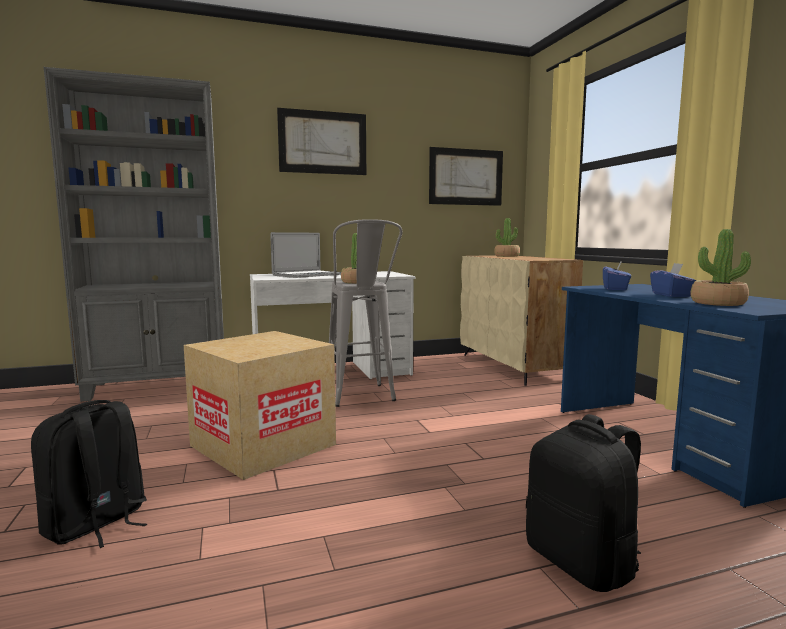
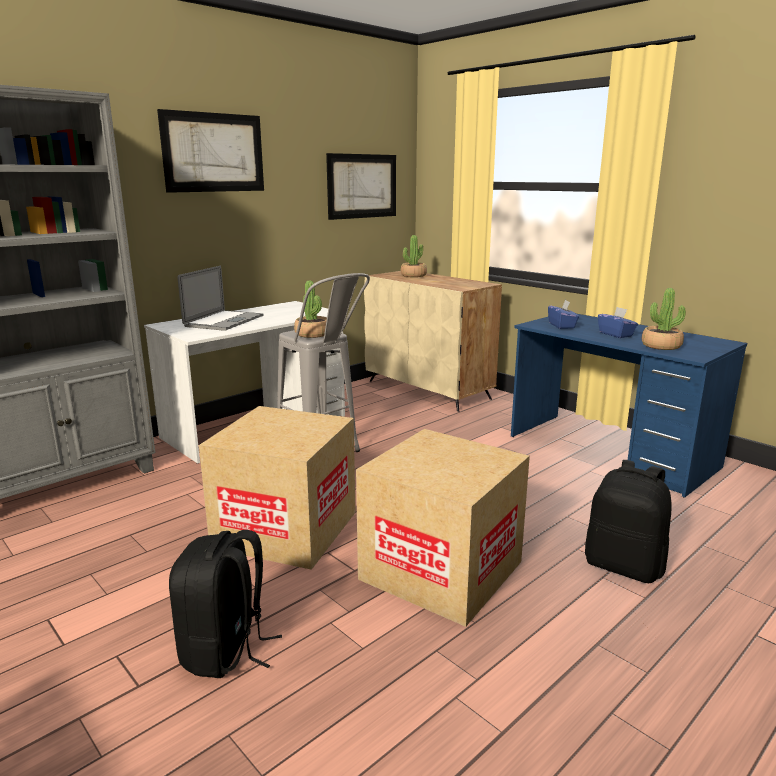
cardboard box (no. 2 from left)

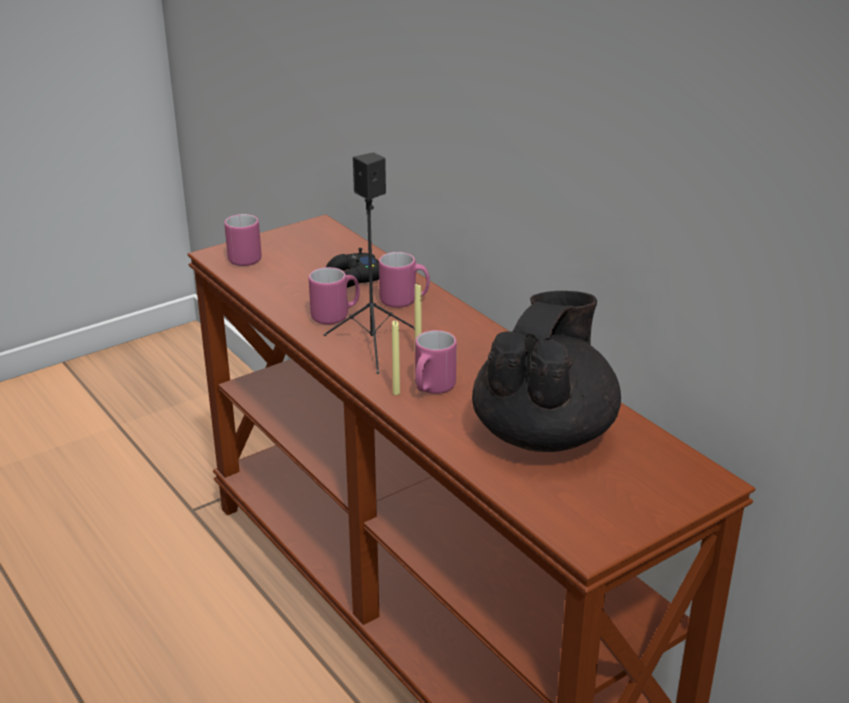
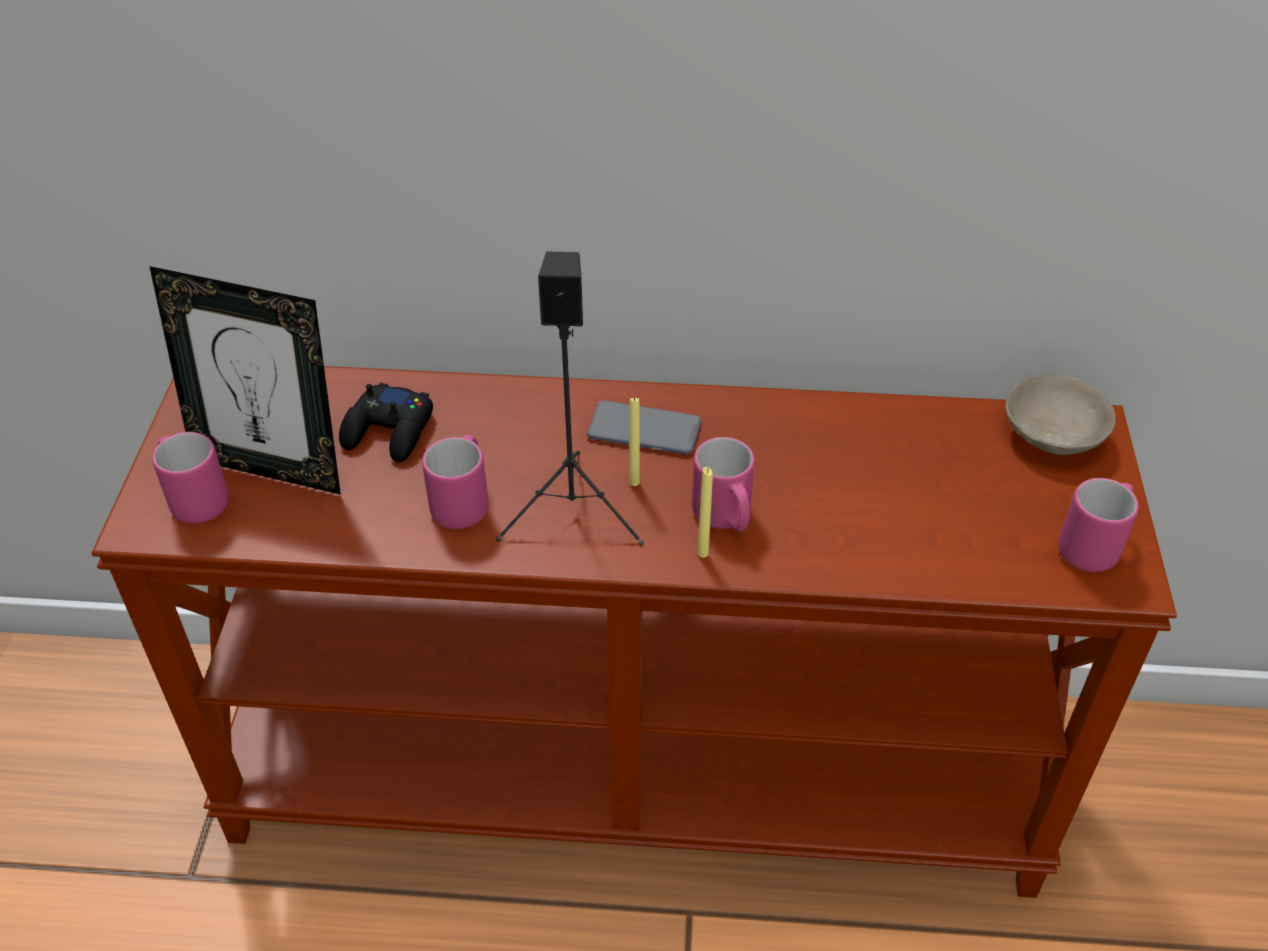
mug in pink (no. 4 from left); teapot in black; picture frame; bowl in beige; phone

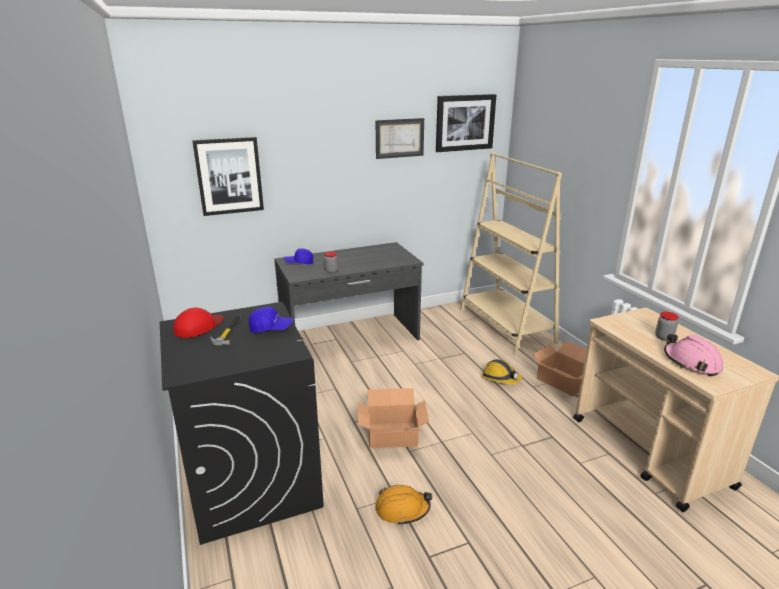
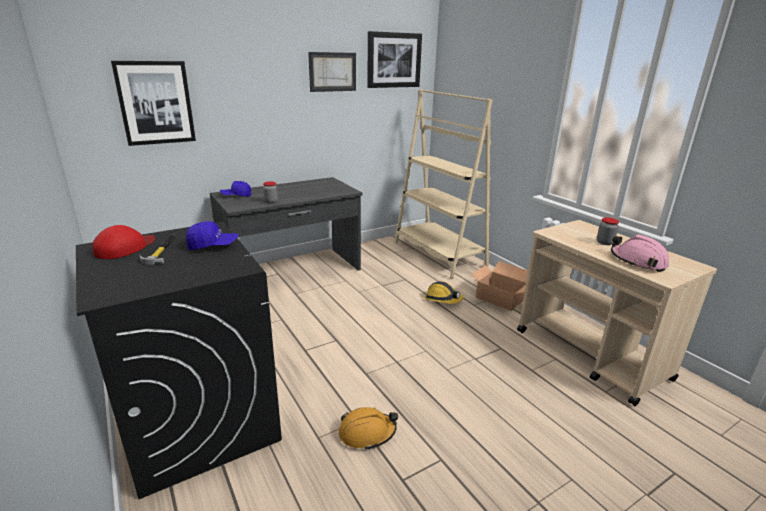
cardboard box (no. 1 from left in the first image)

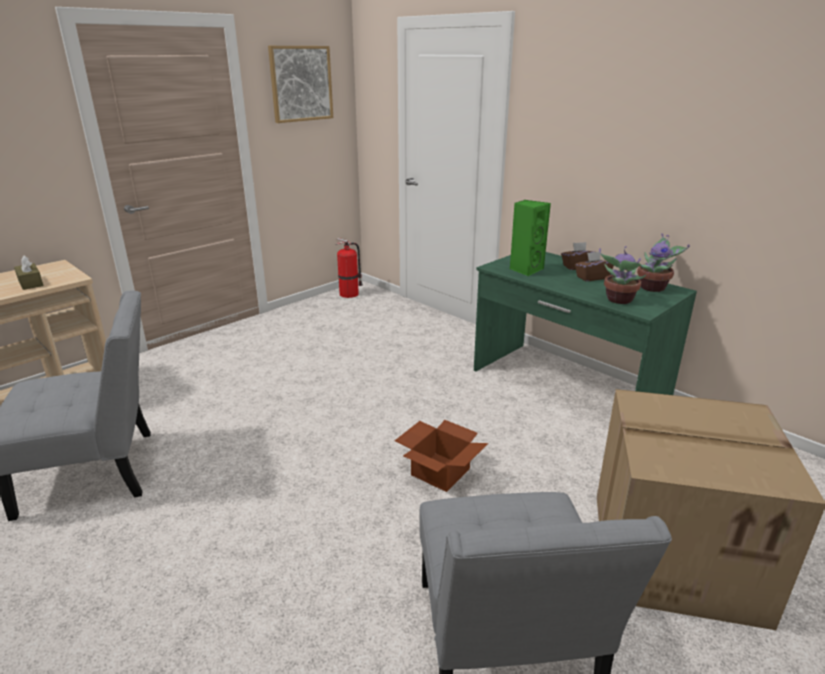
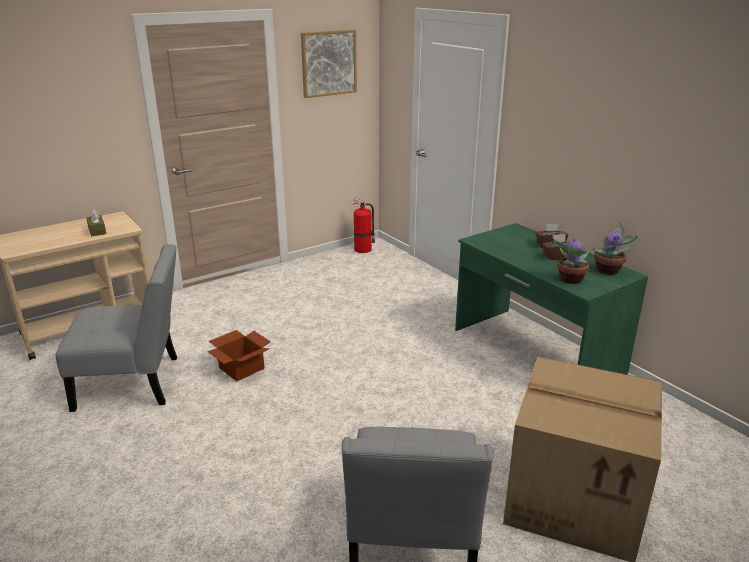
speaker in green; cardboard box (no. 1 from left)

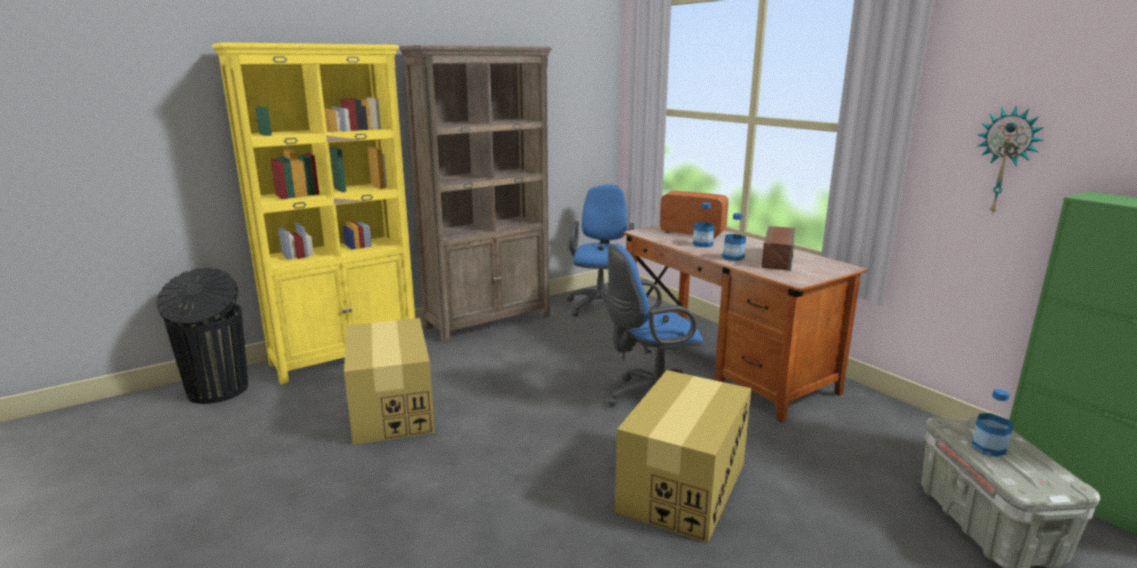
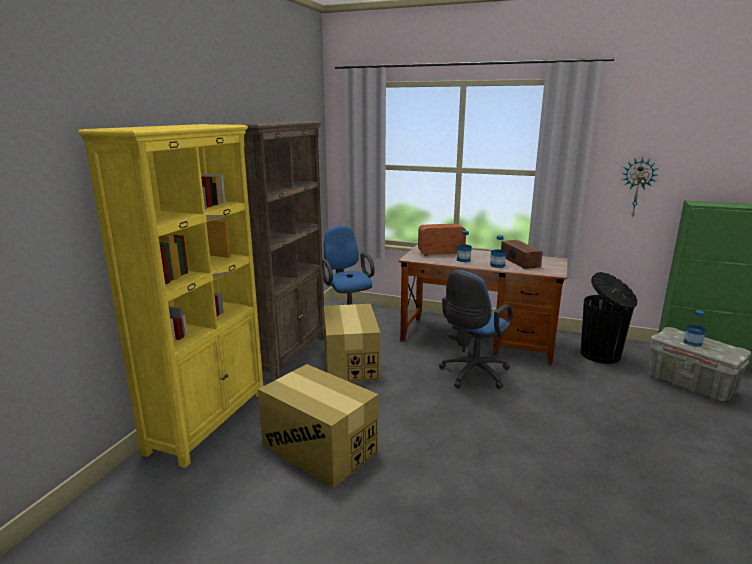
trash can in black; cardboard box (no. 2 from left)

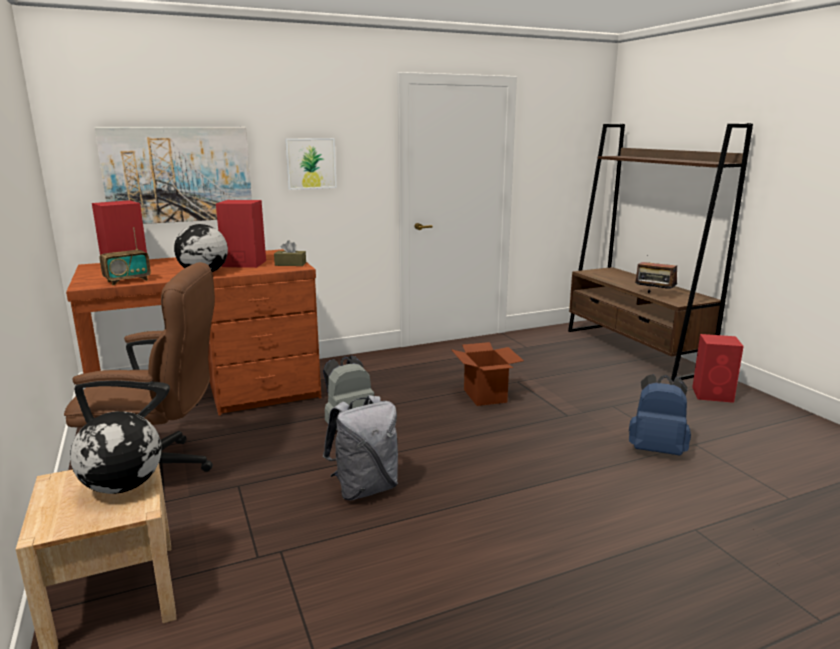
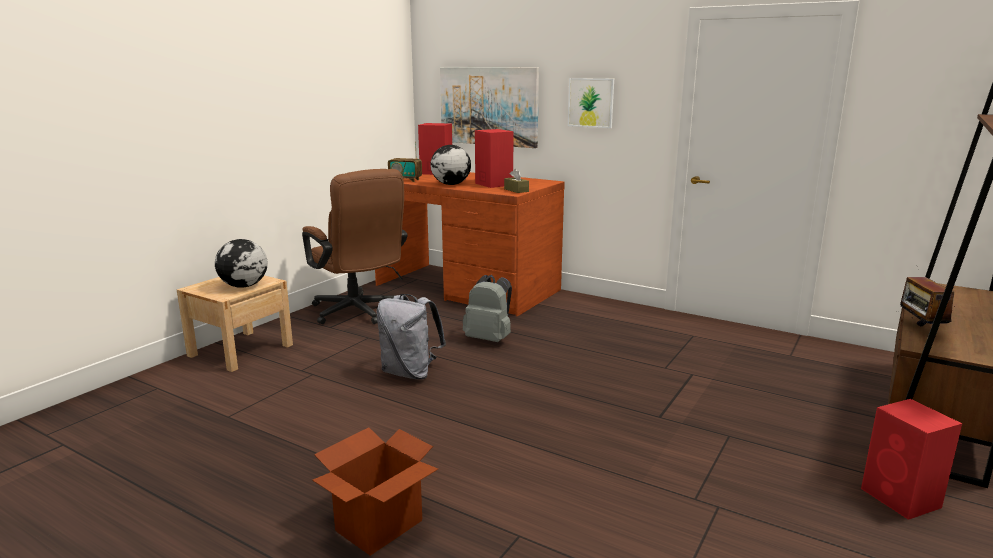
cardboard box; backpack in blue

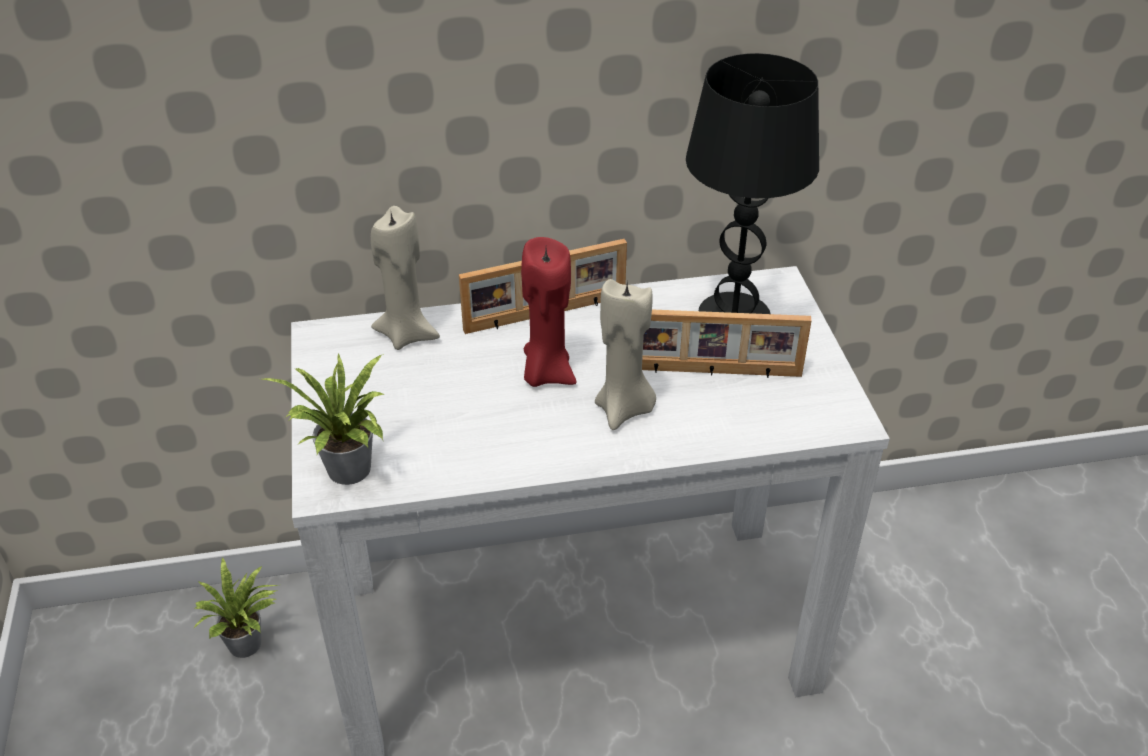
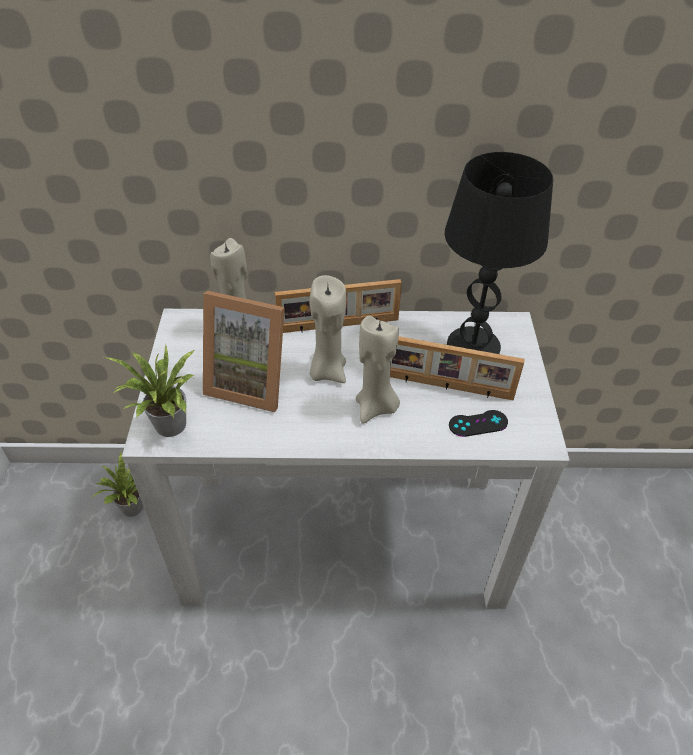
candle in beige (no. 2 from left); picture frame (no. 1 from left); game controller in black

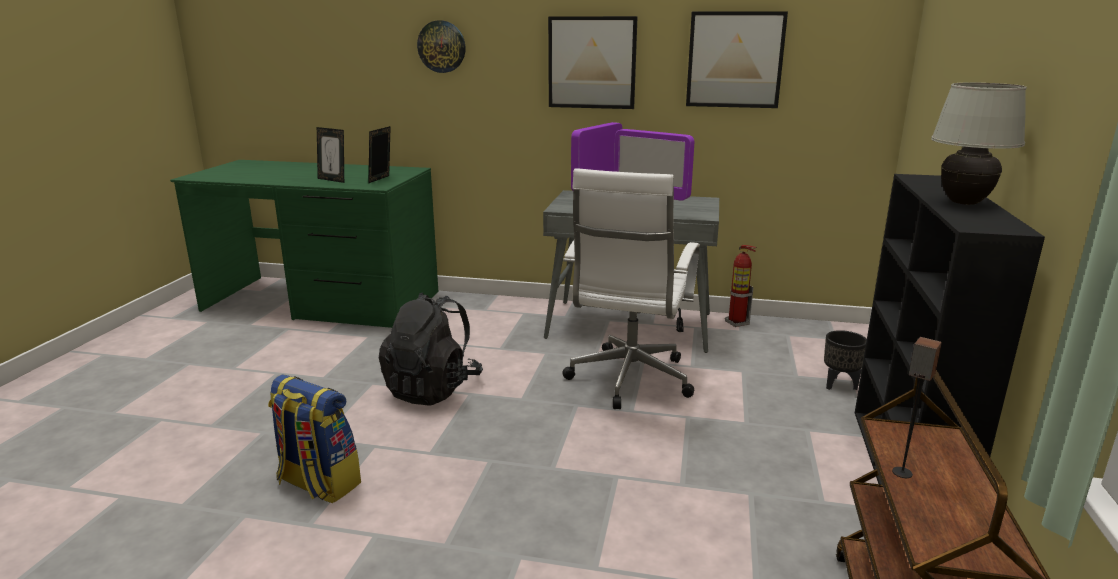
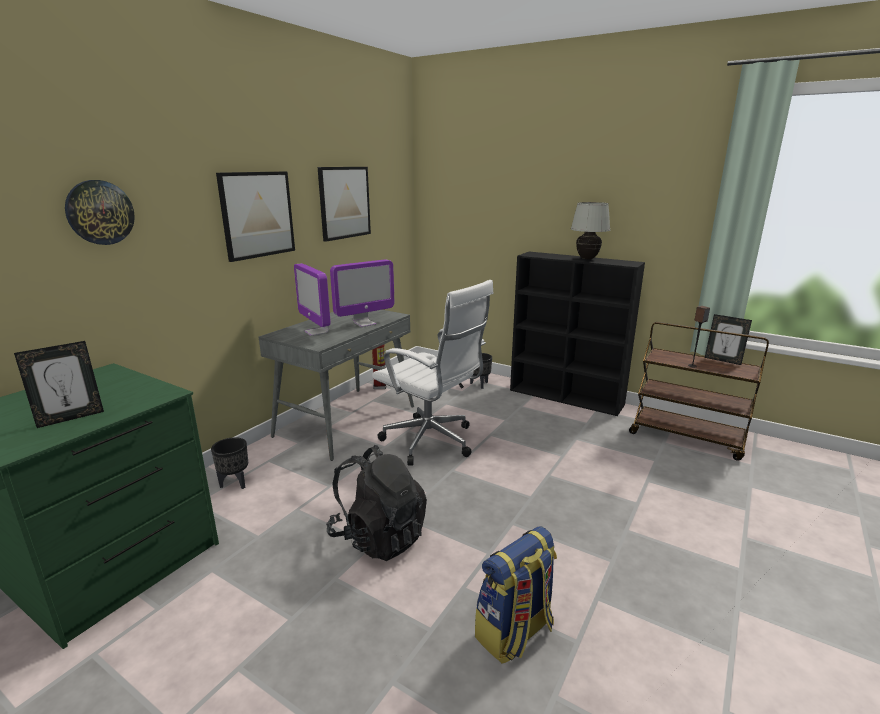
picture frame (no. 2 from left); planter in black (no. 1 from left)

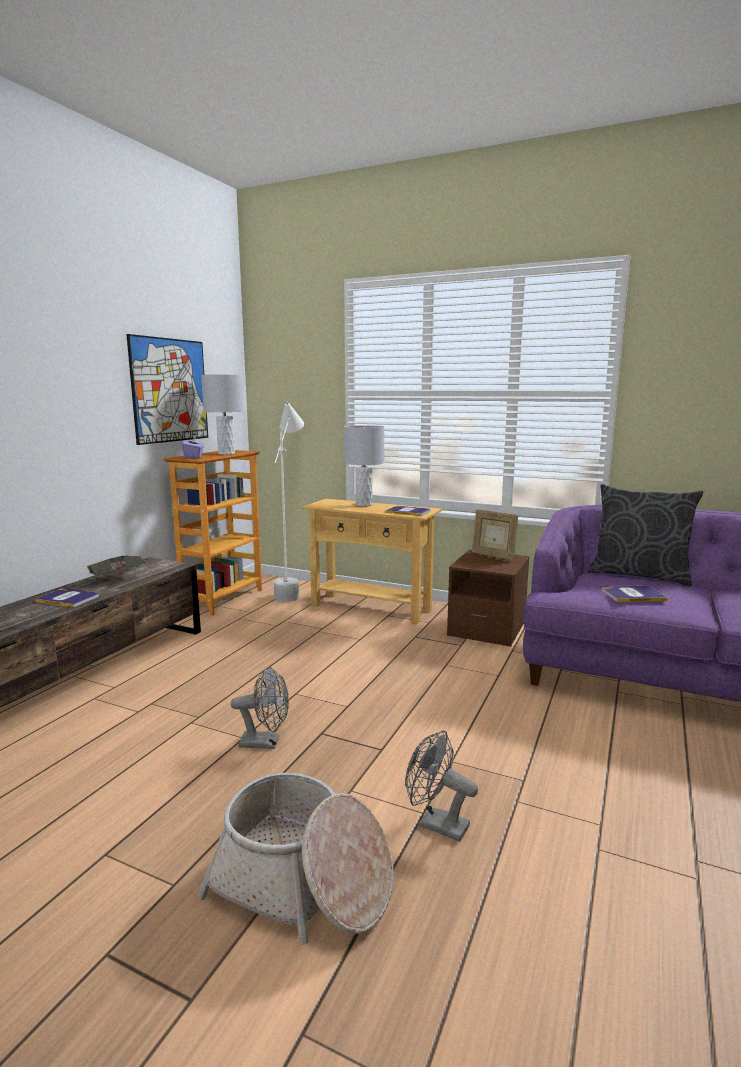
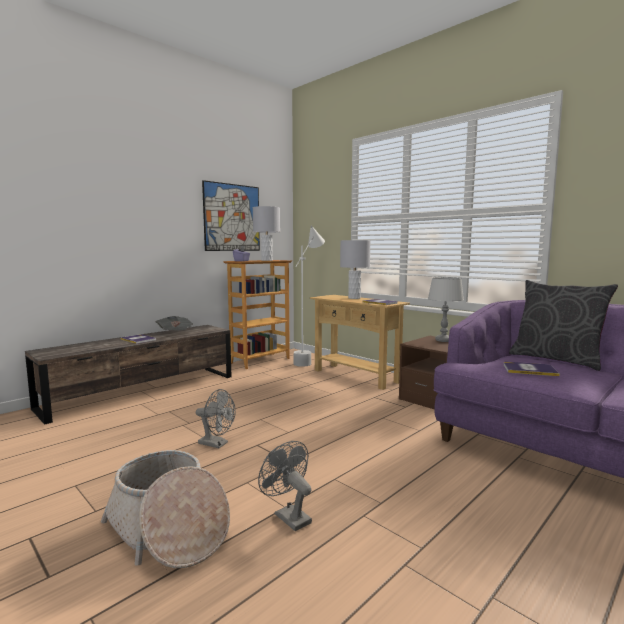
table lamp in grey (no. 3 from left)

